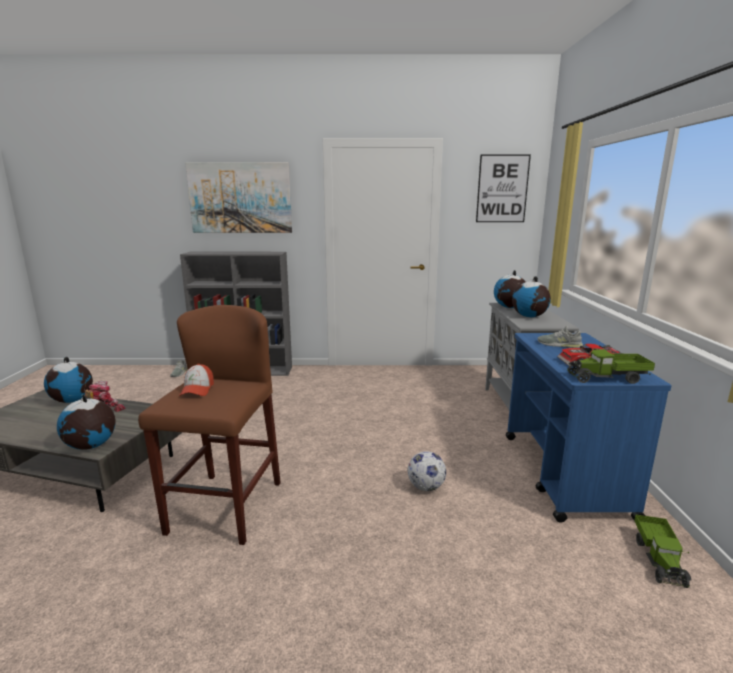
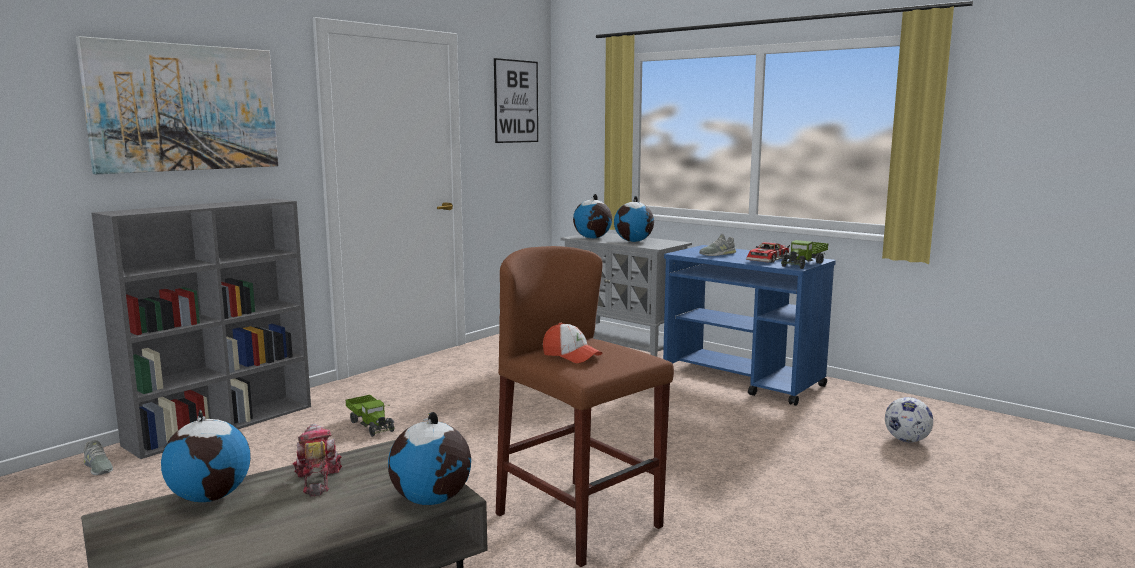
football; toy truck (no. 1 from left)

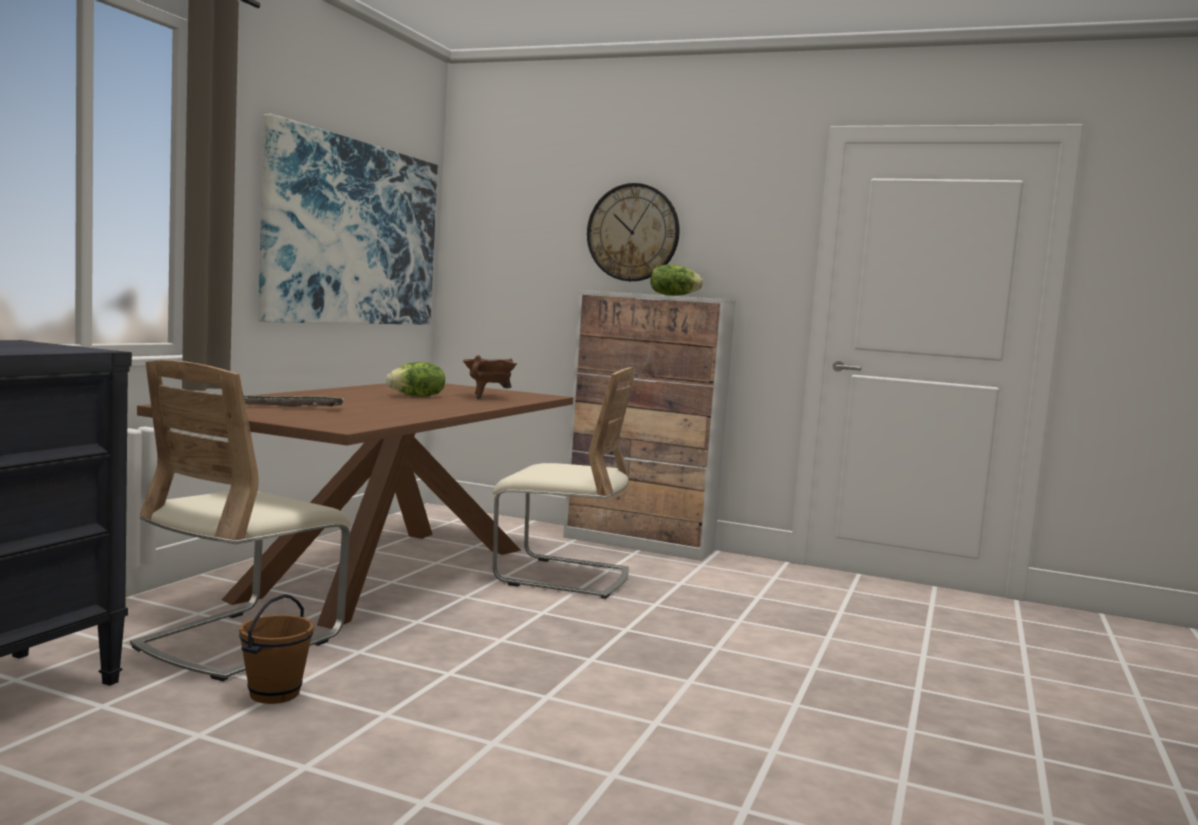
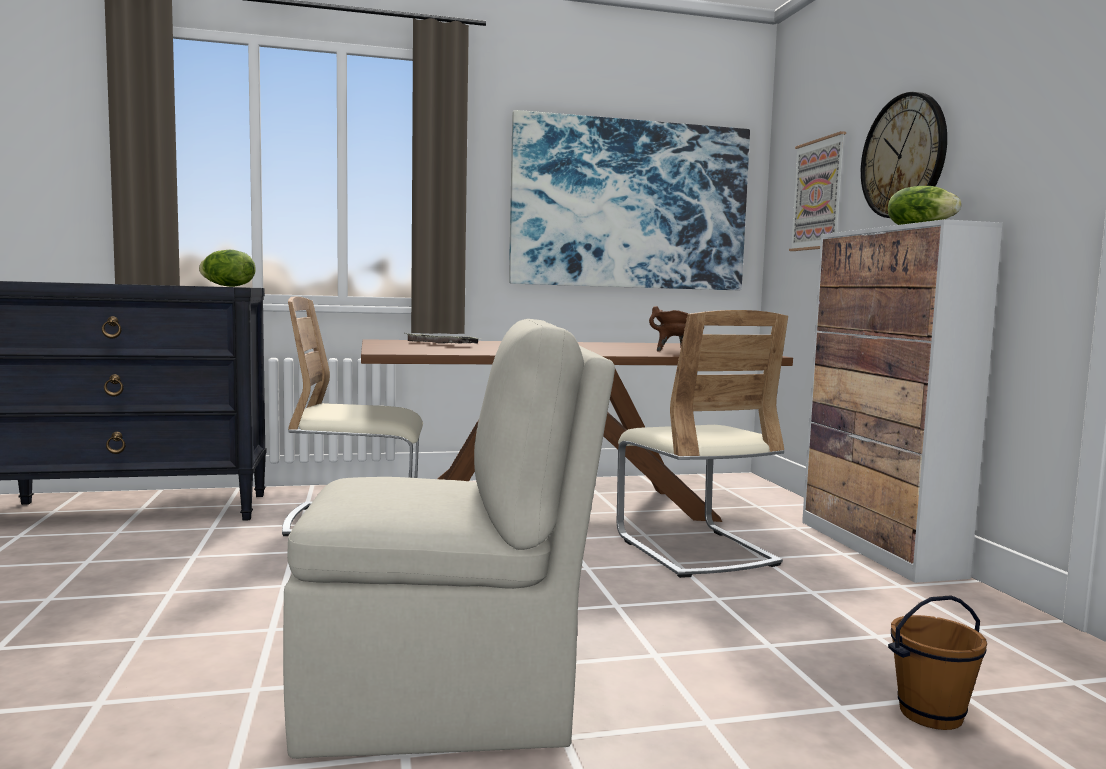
lettuce (no. 1 from left); bucket in brown; picture (no. 2 from left); chair in beige (no. 2 from left)

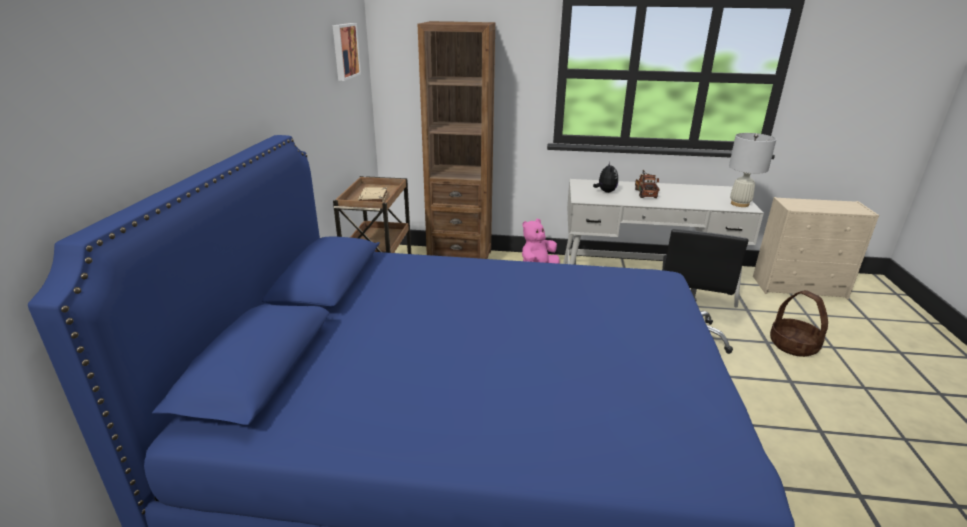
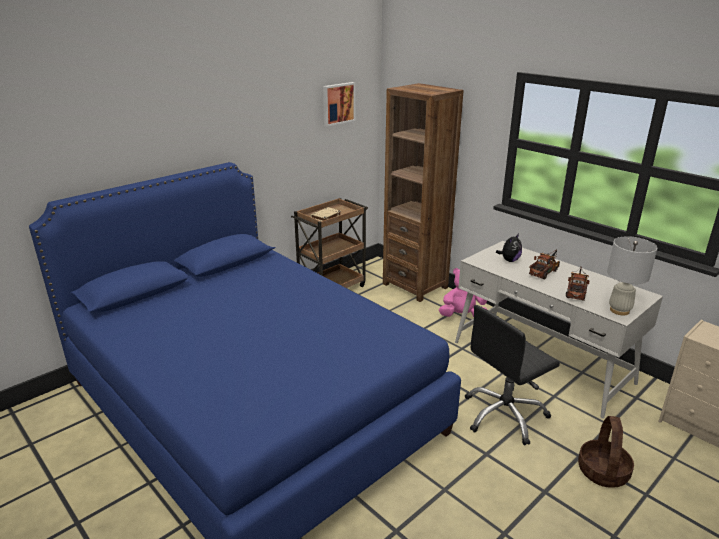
toy truck (no. 2 from left)

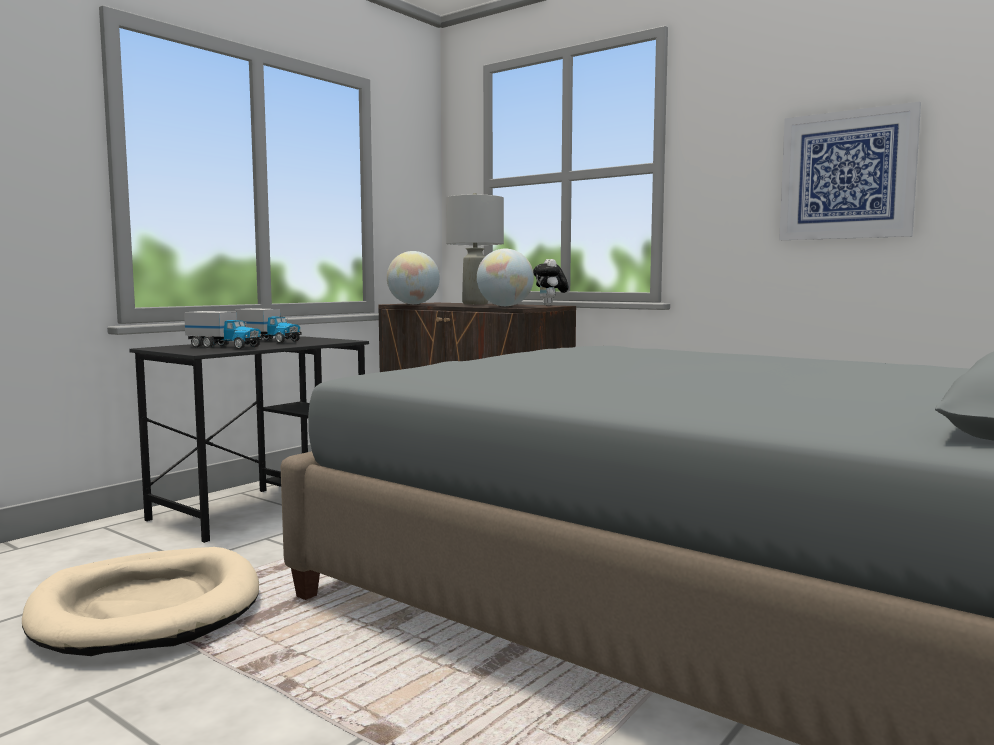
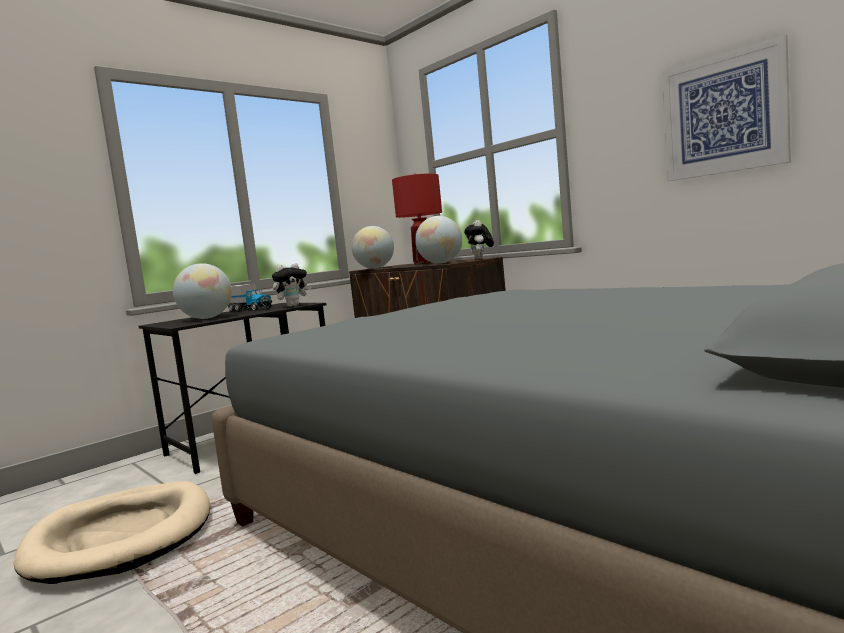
table lamp in red; globe (no. 1 from left); plush toy (no. 1 from left)

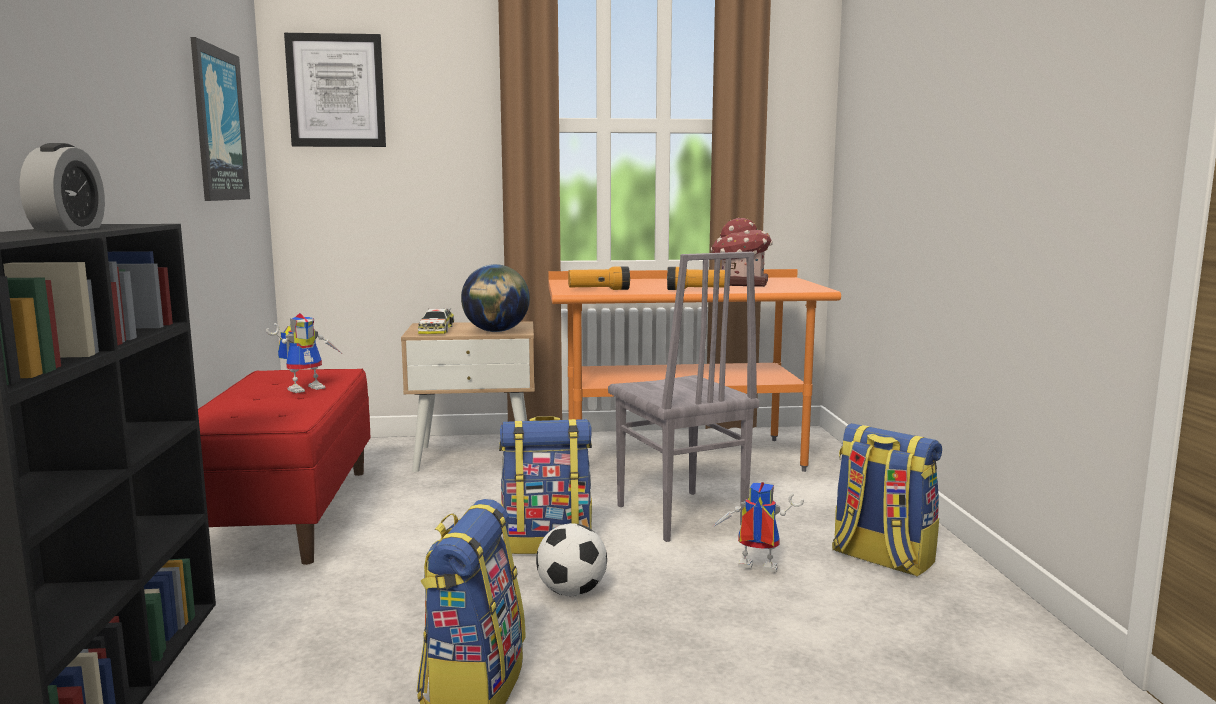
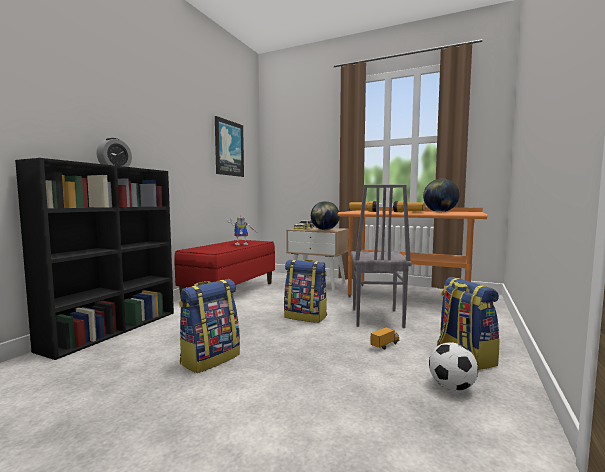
picture (no. 2 from left in the first image); globe (no. 2 from left); toy truck; football

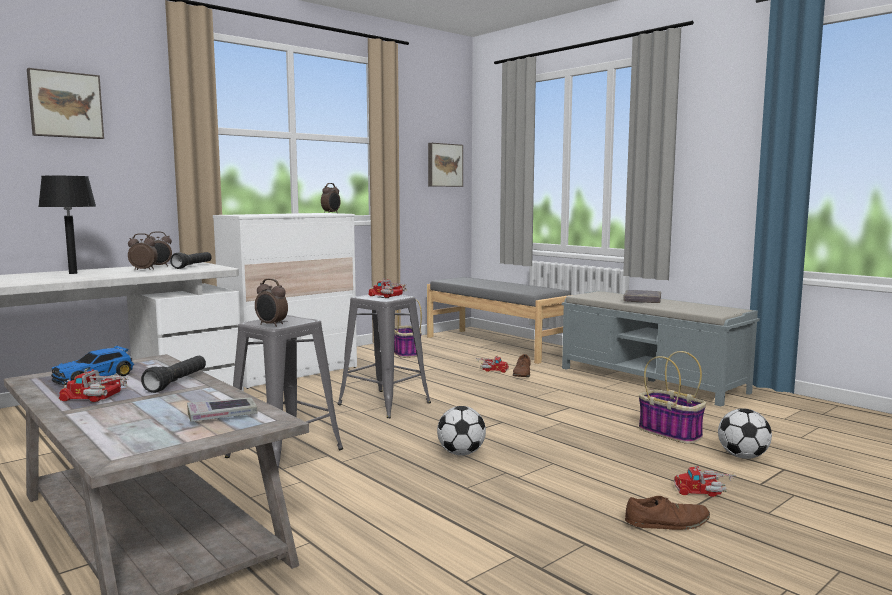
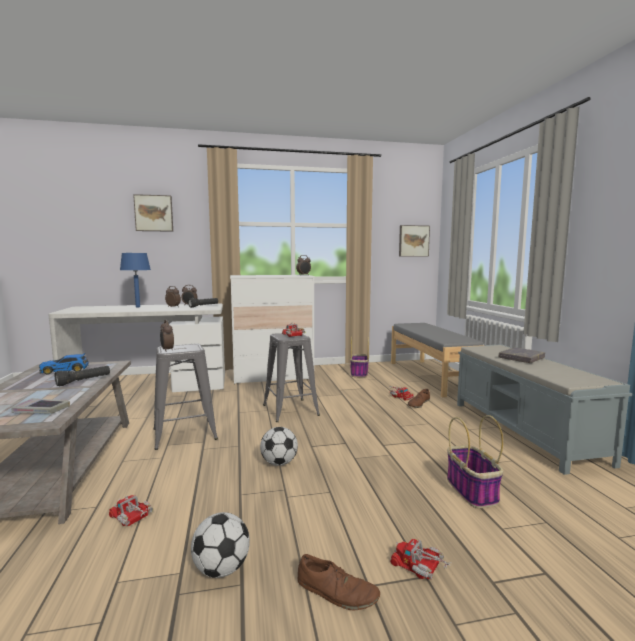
table lamp in blue; toy truck (no. 1 from left); football (no. 1 from left)

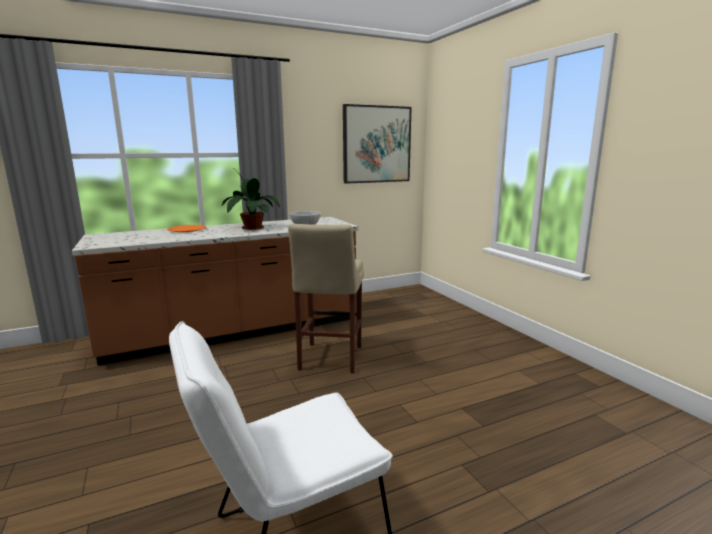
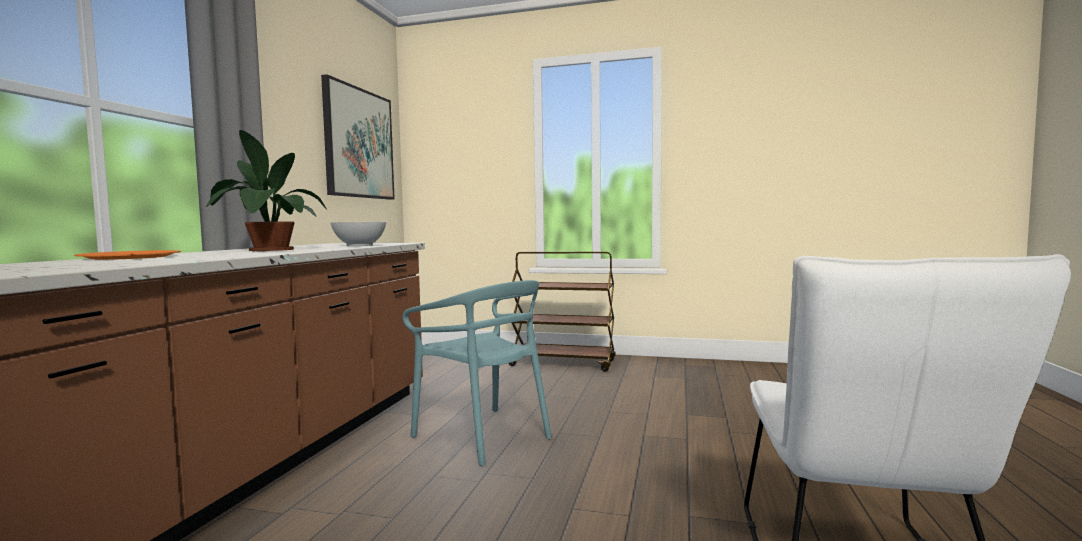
chair in turquoise; cart in brown

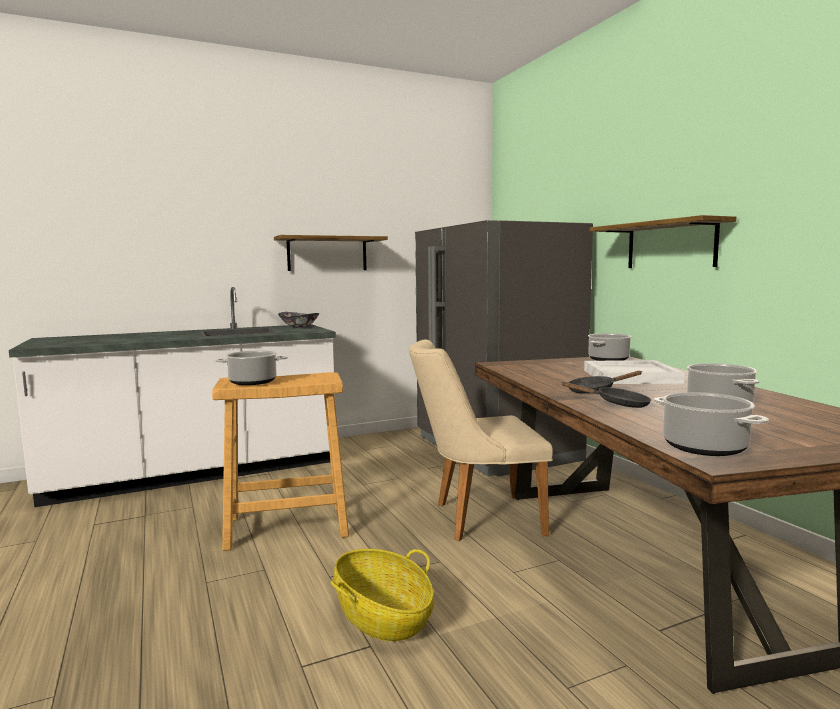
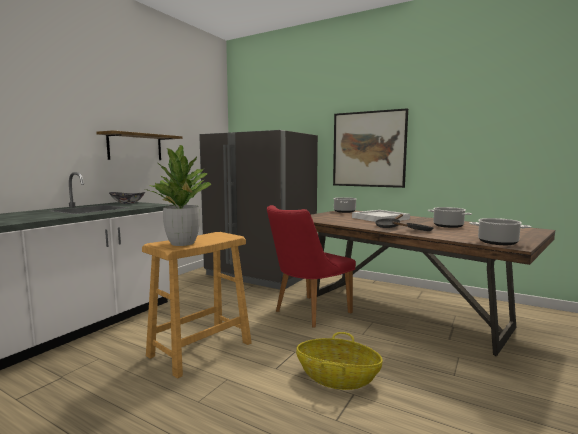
picture; chair in red; potted plant

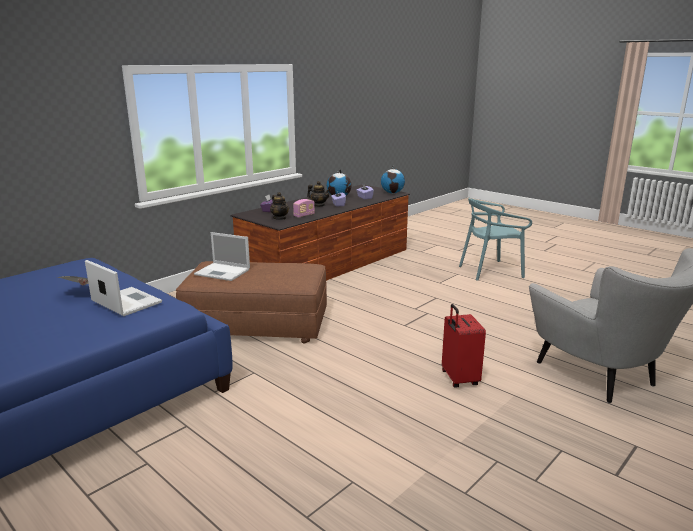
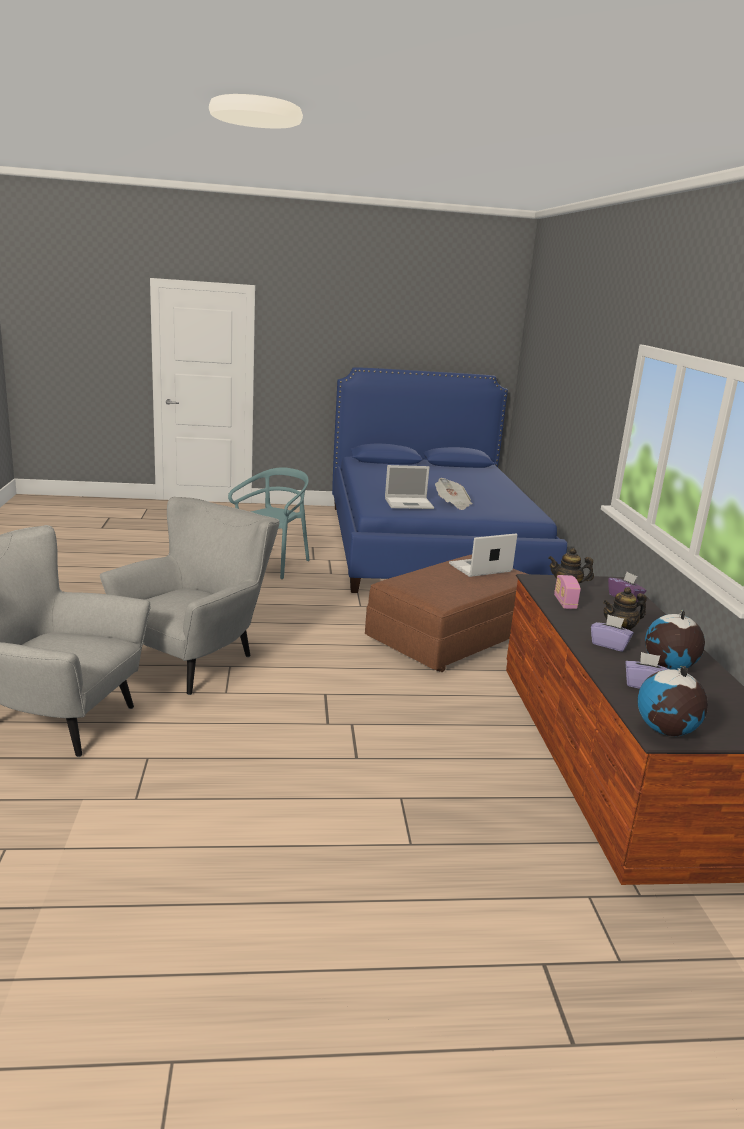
chair in turquoise; armchair in grey (no. 2 from left)

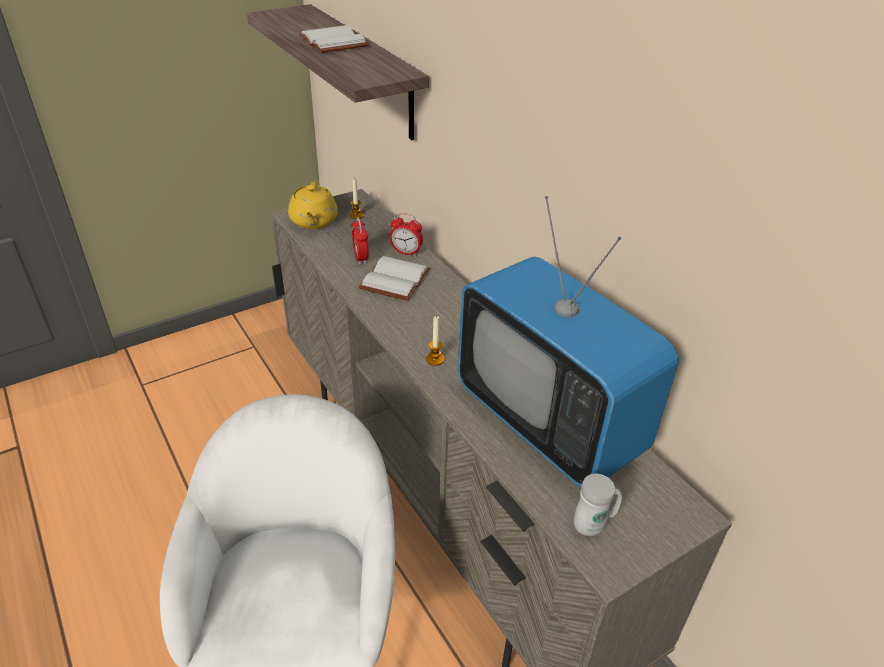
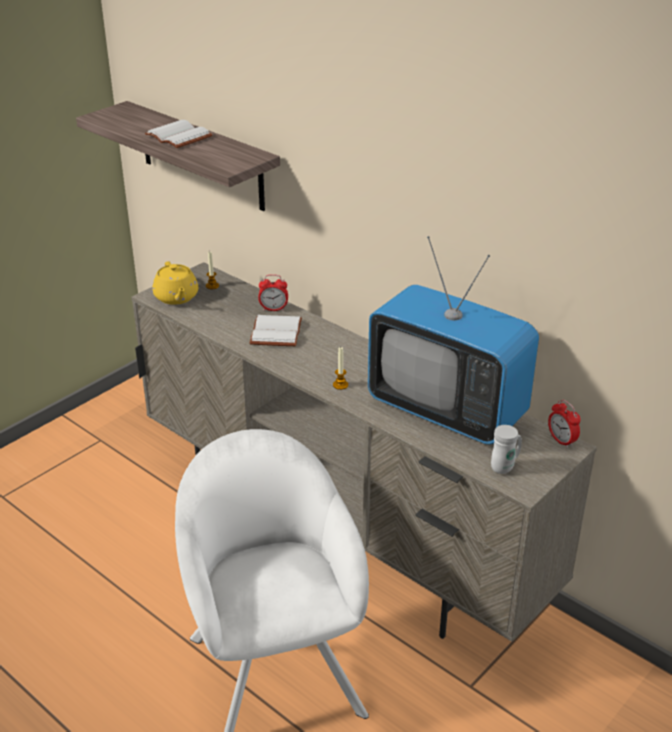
alarm clock (no. 2 from left)

